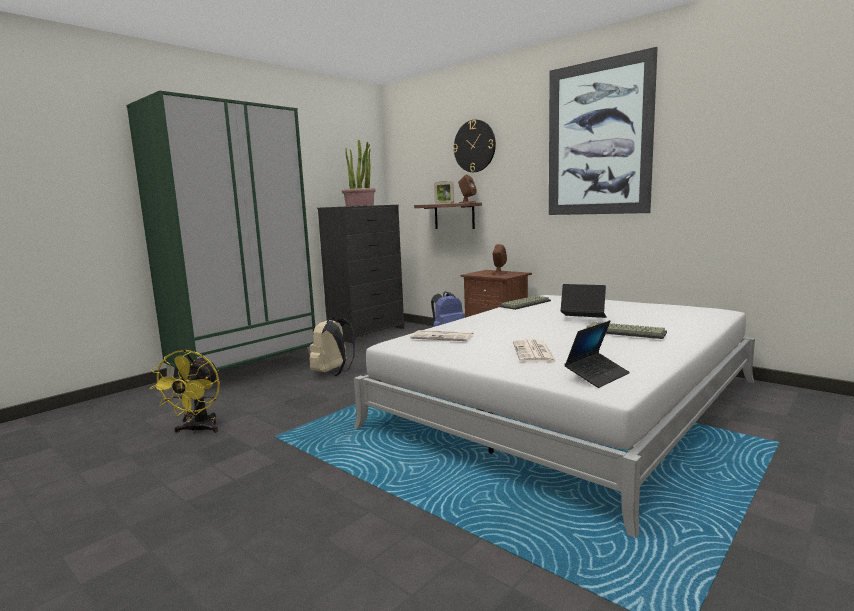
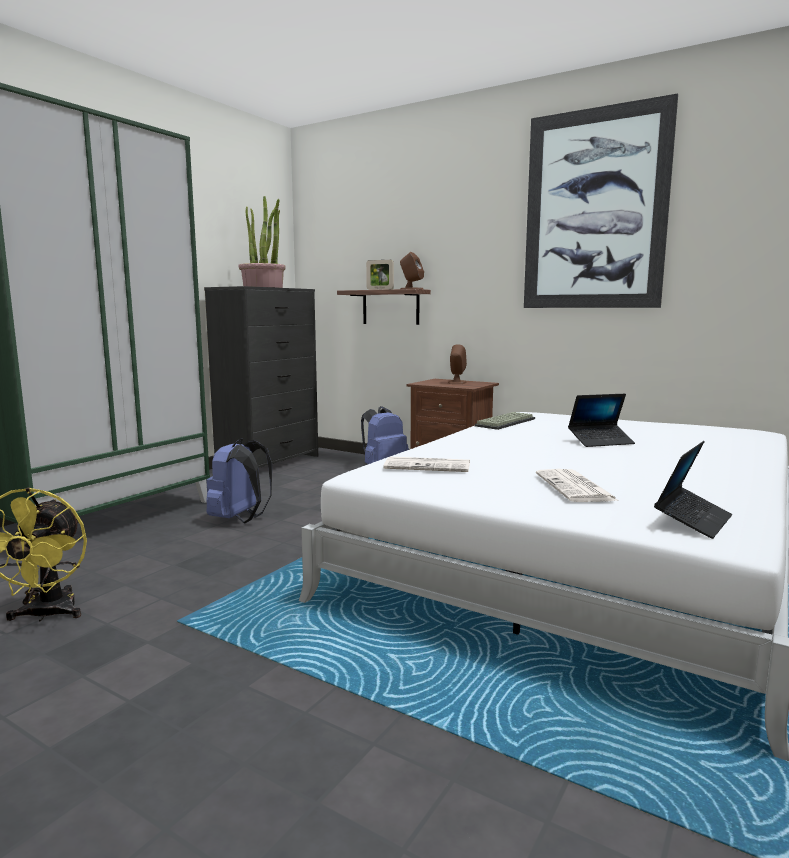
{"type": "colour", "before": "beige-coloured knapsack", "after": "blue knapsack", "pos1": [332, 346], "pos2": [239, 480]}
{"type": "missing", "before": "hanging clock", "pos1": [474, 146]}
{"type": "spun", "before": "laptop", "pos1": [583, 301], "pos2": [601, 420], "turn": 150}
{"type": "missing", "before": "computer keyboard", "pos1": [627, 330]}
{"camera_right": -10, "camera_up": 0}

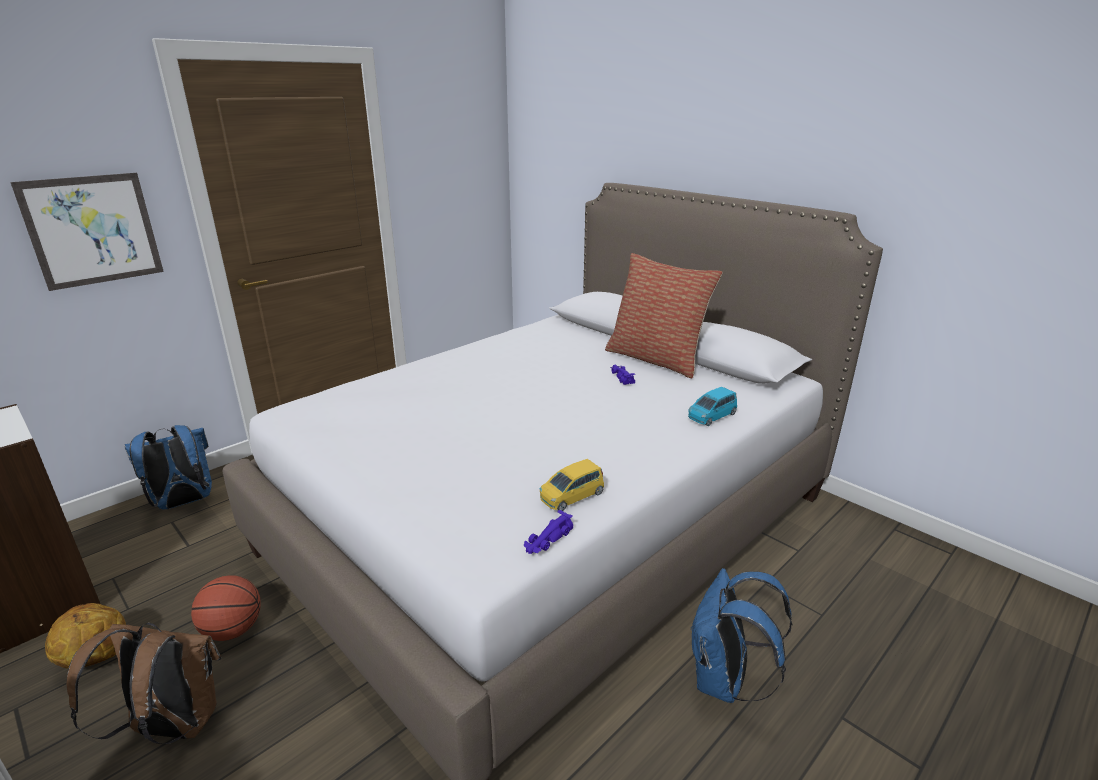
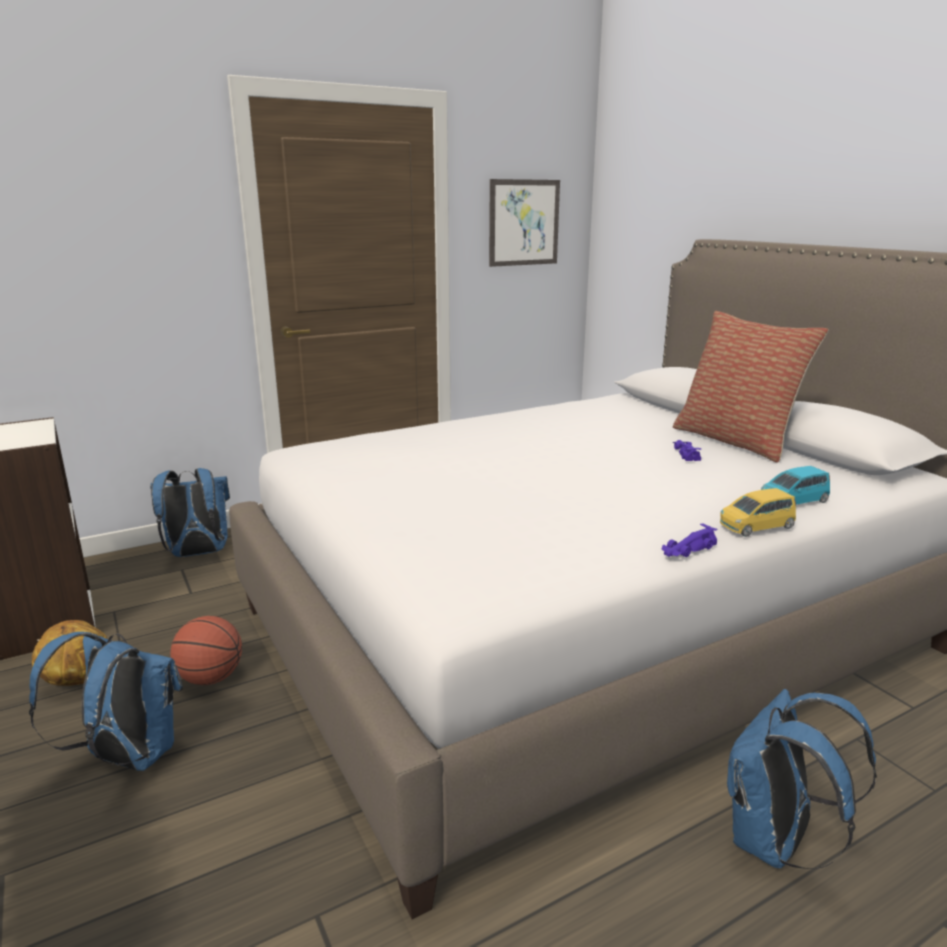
{"type": "relocated", "before": "picture", "pos1": [87, 232], "pos2": [524, 223]}
{"type": "colour", "before": "brown knapsack", "after": "blue knapsack", "pos1": [143, 683], "pos2": [106, 701]}
{"type": "relocated", "before": "purplish miniature car", "pos1": [548, 532], "pos2": [690, 540]}
{"type": "relocated", "before": "yellowish miniature car", "pos1": [572, 485], "pos2": [758, 512]}
{"camera_right": 15, "camera_up": -5}

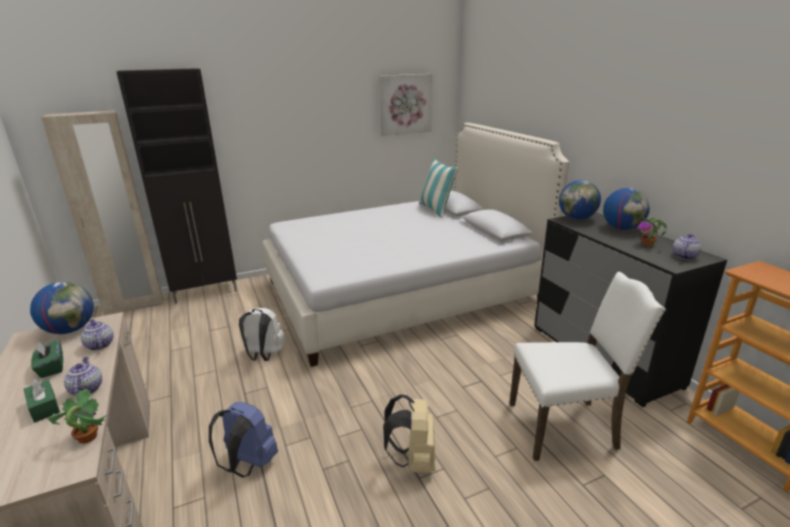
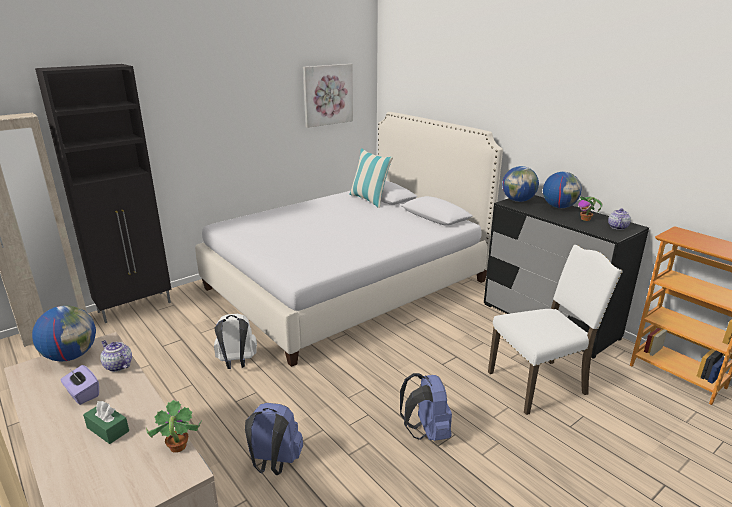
{"type": "colour", "before": "green tissue box", "after": "purplish tissue box", "pos1": [47, 359], "pos2": [79, 385]}
{"type": "missing", "before": "pot for tea", "pos1": [83, 377]}
{"type": "colour", "before": "beige-coloured knapsack", "after": "blue knapsack", "pos1": [409, 433], "pos2": [426, 407]}
{"camera_right": -15, "camera_up": 0}

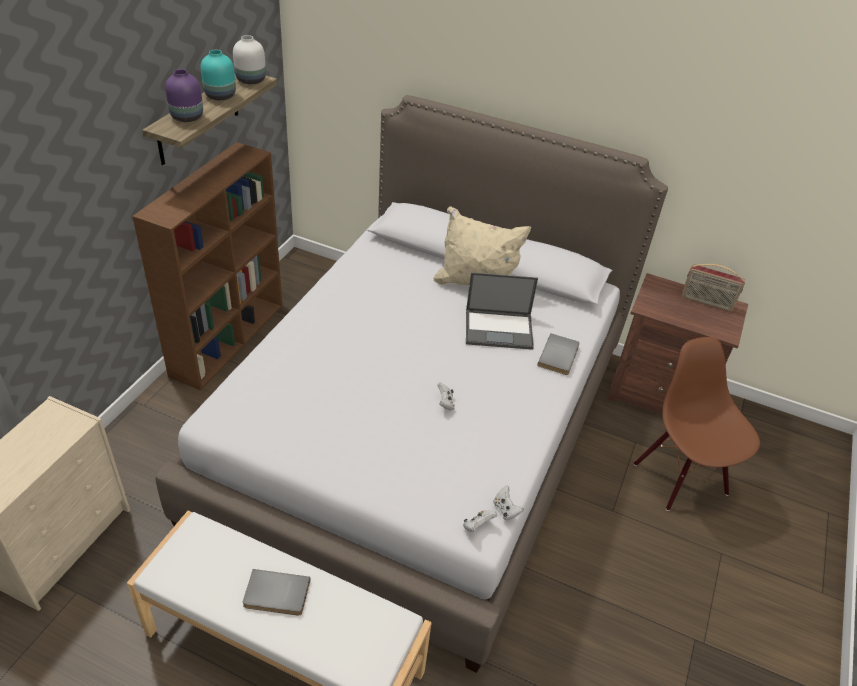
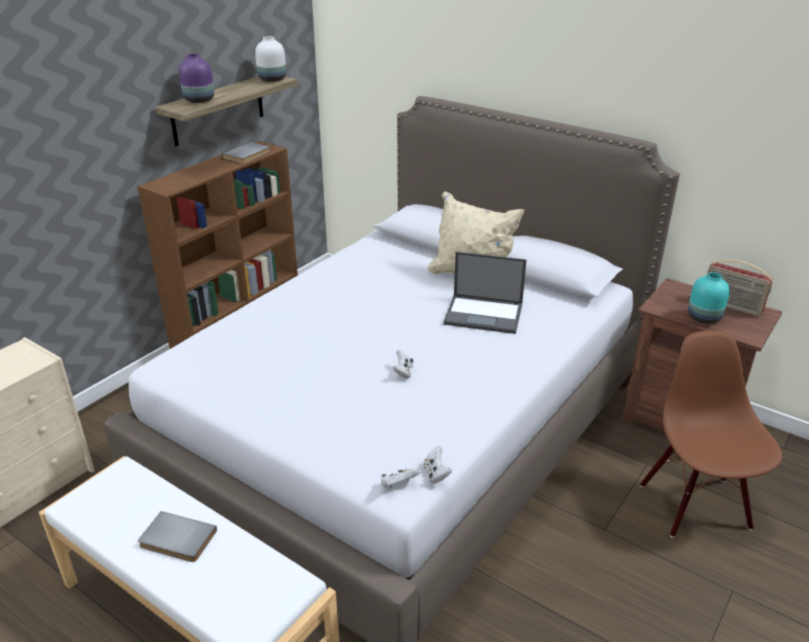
{"type": "relocated", "before": "turquoise-coloured vase", "pos1": [218, 75], "pos2": [709, 298]}
{"type": "relocated", "before": "gray bound book", "pos1": [558, 354], "pos2": [246, 152]}
{"camera_right": 15, "camera_up": -10}

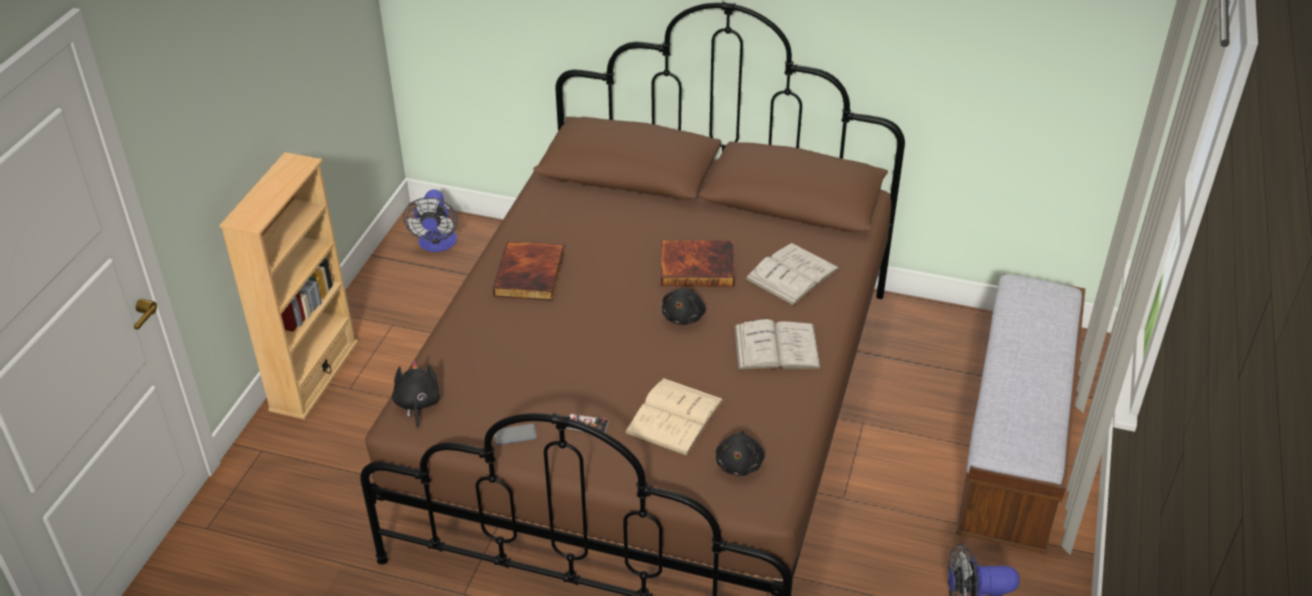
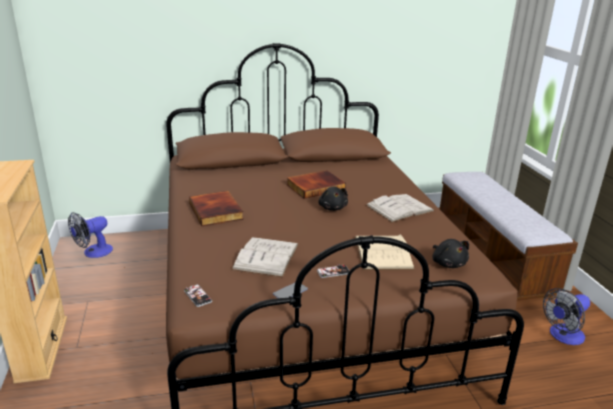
{"type": "exchanged", "before": "black-coloured cuddly toy", "after": "telephone", "pos1": [416, 394], "pos2": [198, 295]}
{"type": "spun", "before": "electric fan", "pos1": [430, 220], "pos2": [90, 235], "turn": 75}
{"type": "relocated", "before": "white bound book", "pos1": [792, 274], "pos2": [265, 257]}
{"camera_right": -30, "camera_up": -15}

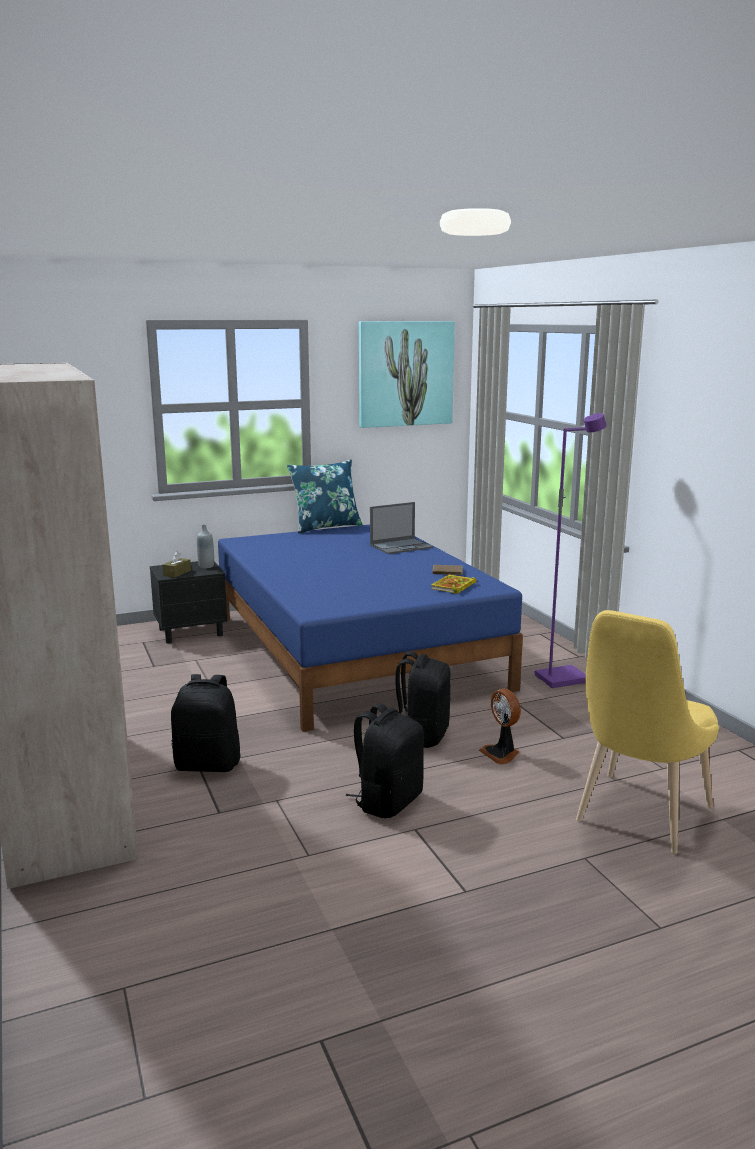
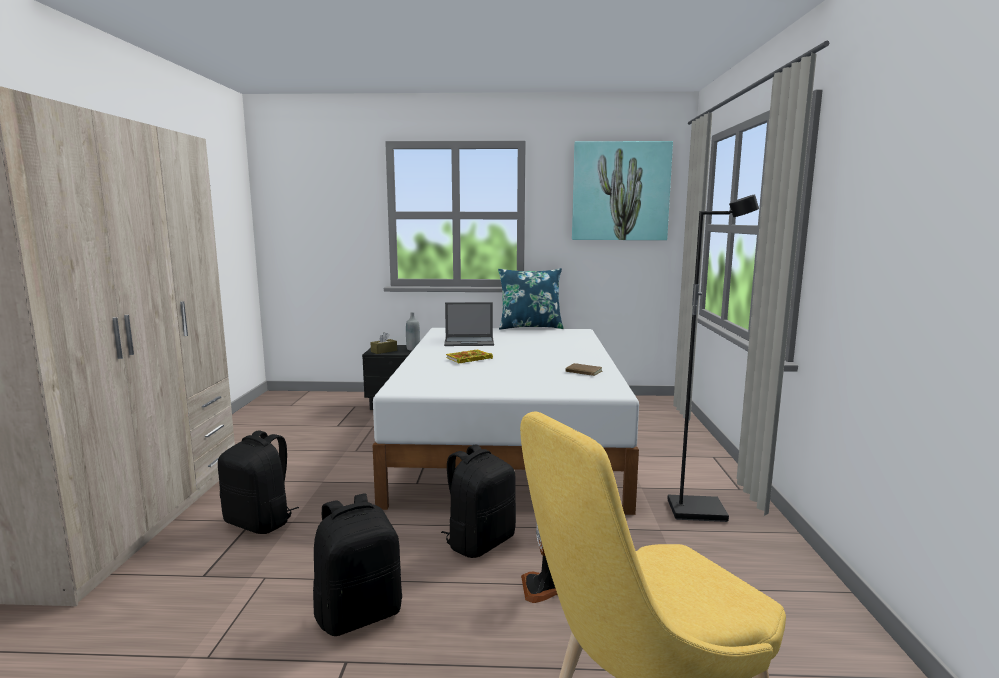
{"type": "colour", "before": "blue sleeping bed", "after": "white sleeping bed", "pos1": [370, 628], "pos2": [506, 421]}
{"type": "relocated", "before": "laptop", "pos1": [401, 528], "pos2": [469, 324]}
{"type": "relocated", "before": "bound book", "pos1": [454, 584], "pos2": [469, 357]}
{"type": "colour", "before": "purplish standard lamp", "after": "black-coloured standard lamp", "pos1": [570, 550], "pos2": [713, 358]}
{"camera_right": 25, "camera_up": -5}

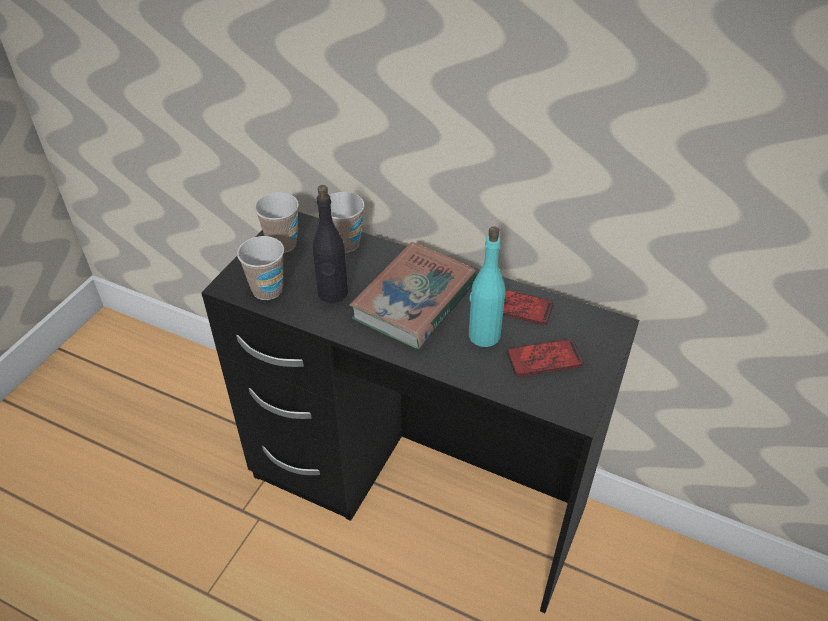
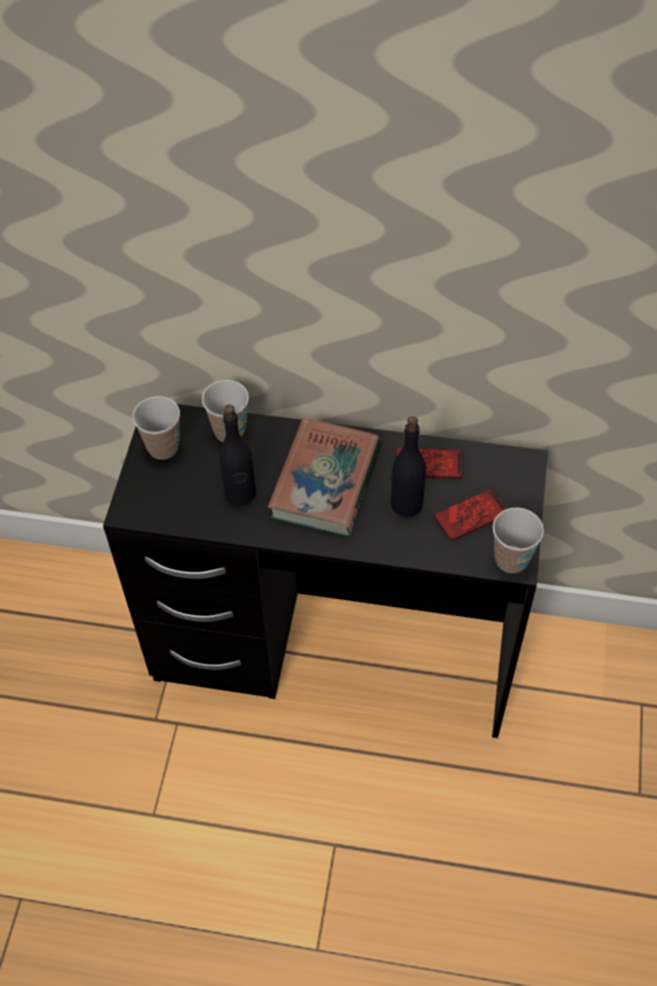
{"type": "relocated", "before": "cup", "pos1": [260, 268], "pos2": [518, 540]}
{"type": "colour", "before": "turquoise-coloured bottle", "after": "black-coloured bottle", "pos1": [487, 287], "pos2": [408, 467]}
{"camera_right": -15, "camera_up": 10}

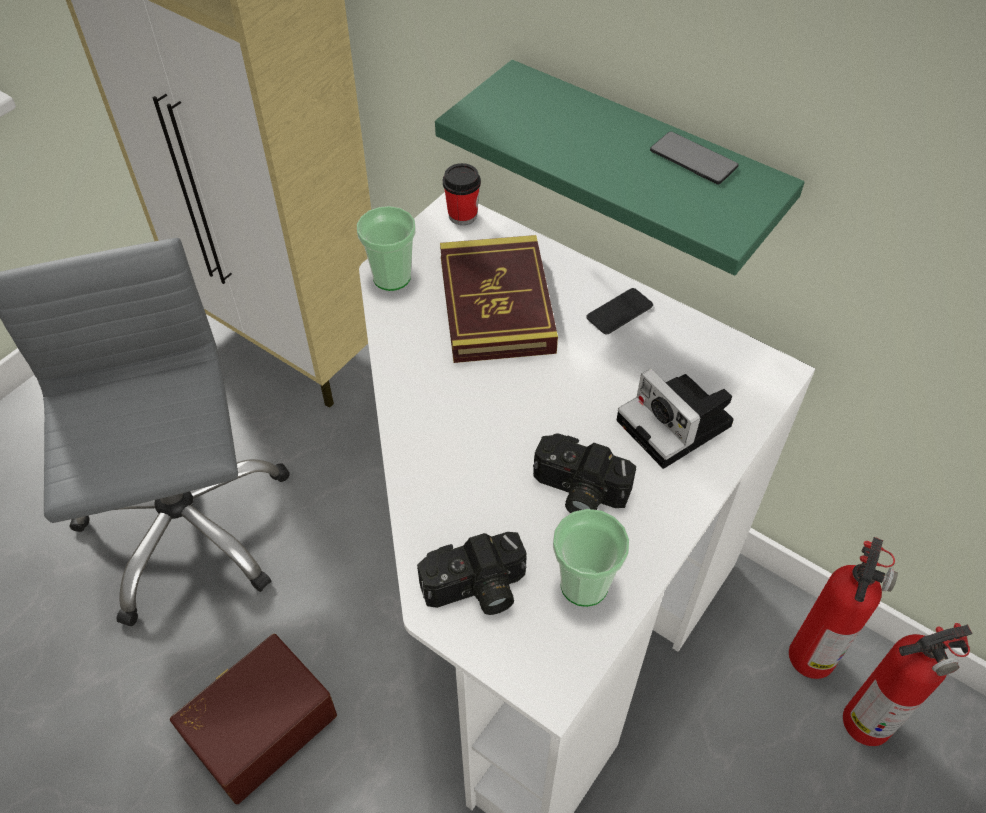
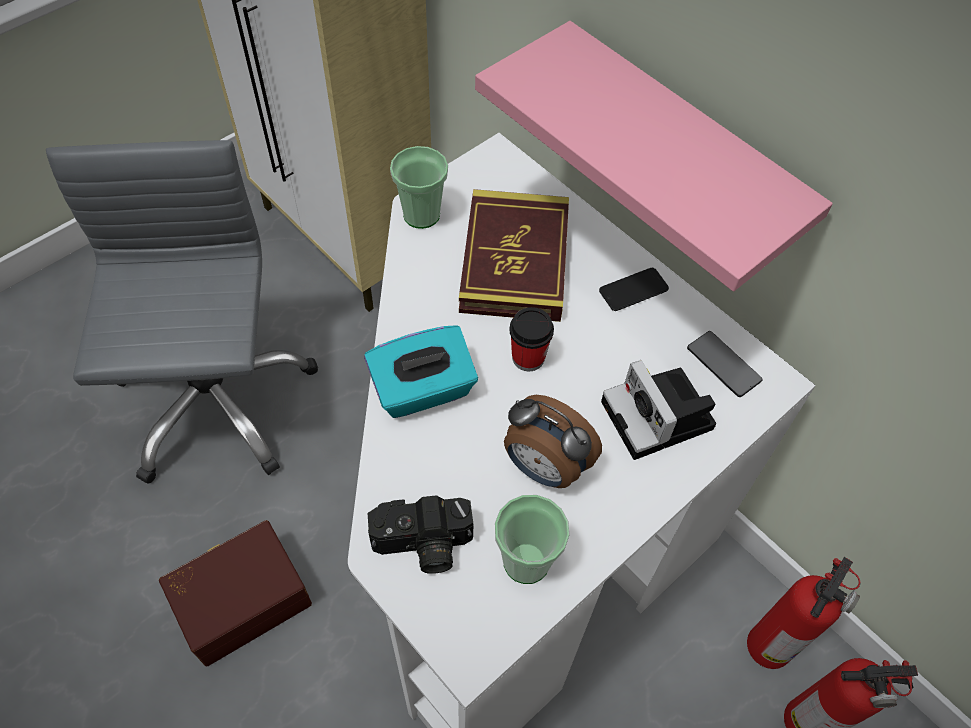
{"type": "colour", "before": "green shelf", "after": "pink-coloured shelf", "pos1": [620, 167], "pos2": [654, 156]}
{"type": "relocated", "before": "cup", "pos1": [462, 194], "pos2": [531, 339]}
{"type": "exchanged", "before": "photo camera", "after": "bedside clock", "pos1": [584, 473], "pos2": [553, 441]}
{"type": "relocated", "before": "telephone", "pos1": [694, 157], "pos2": [724, 364]}
{"type": "appeared", "after": "turquoise-coloured tissue box", "pos2": [421, 371]}
{"camera_right": 10, "camera_up": 5}

